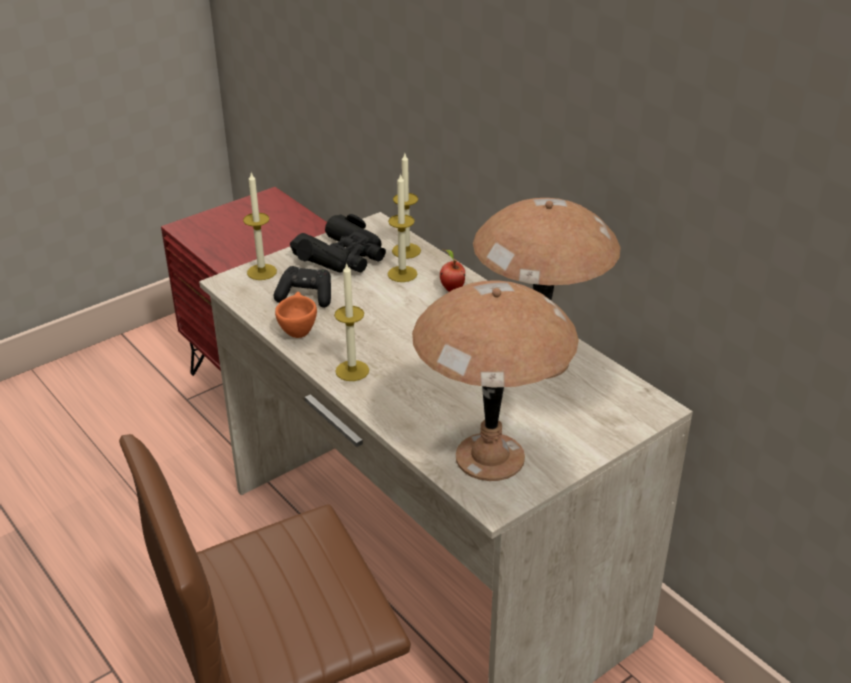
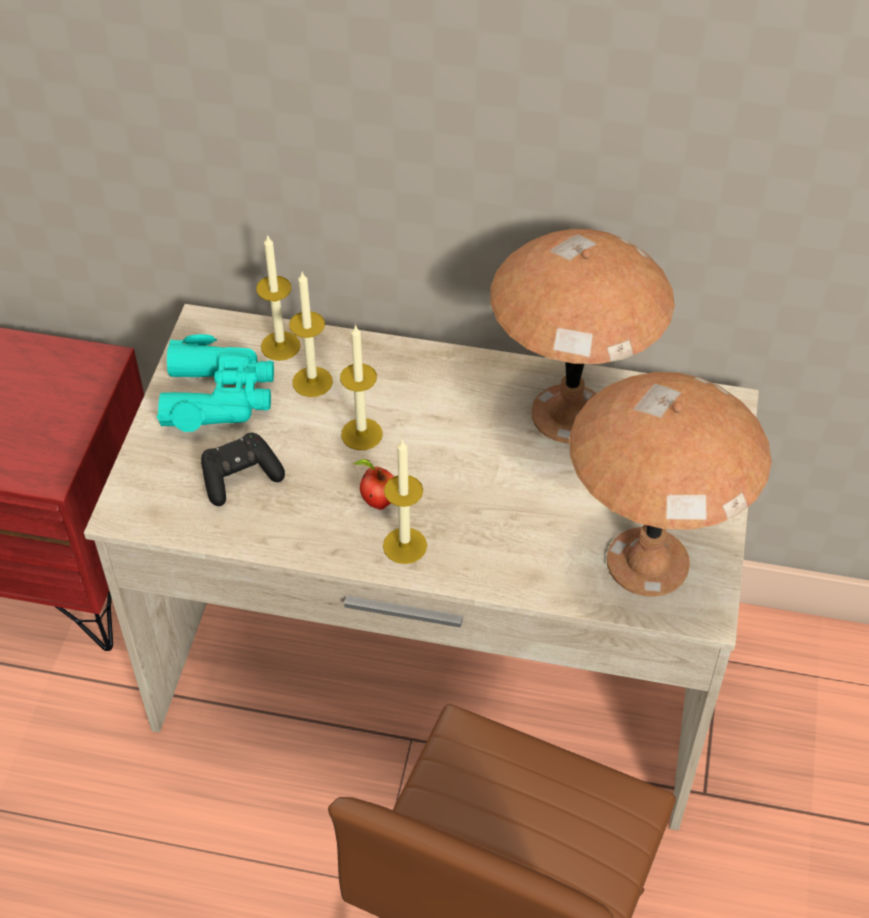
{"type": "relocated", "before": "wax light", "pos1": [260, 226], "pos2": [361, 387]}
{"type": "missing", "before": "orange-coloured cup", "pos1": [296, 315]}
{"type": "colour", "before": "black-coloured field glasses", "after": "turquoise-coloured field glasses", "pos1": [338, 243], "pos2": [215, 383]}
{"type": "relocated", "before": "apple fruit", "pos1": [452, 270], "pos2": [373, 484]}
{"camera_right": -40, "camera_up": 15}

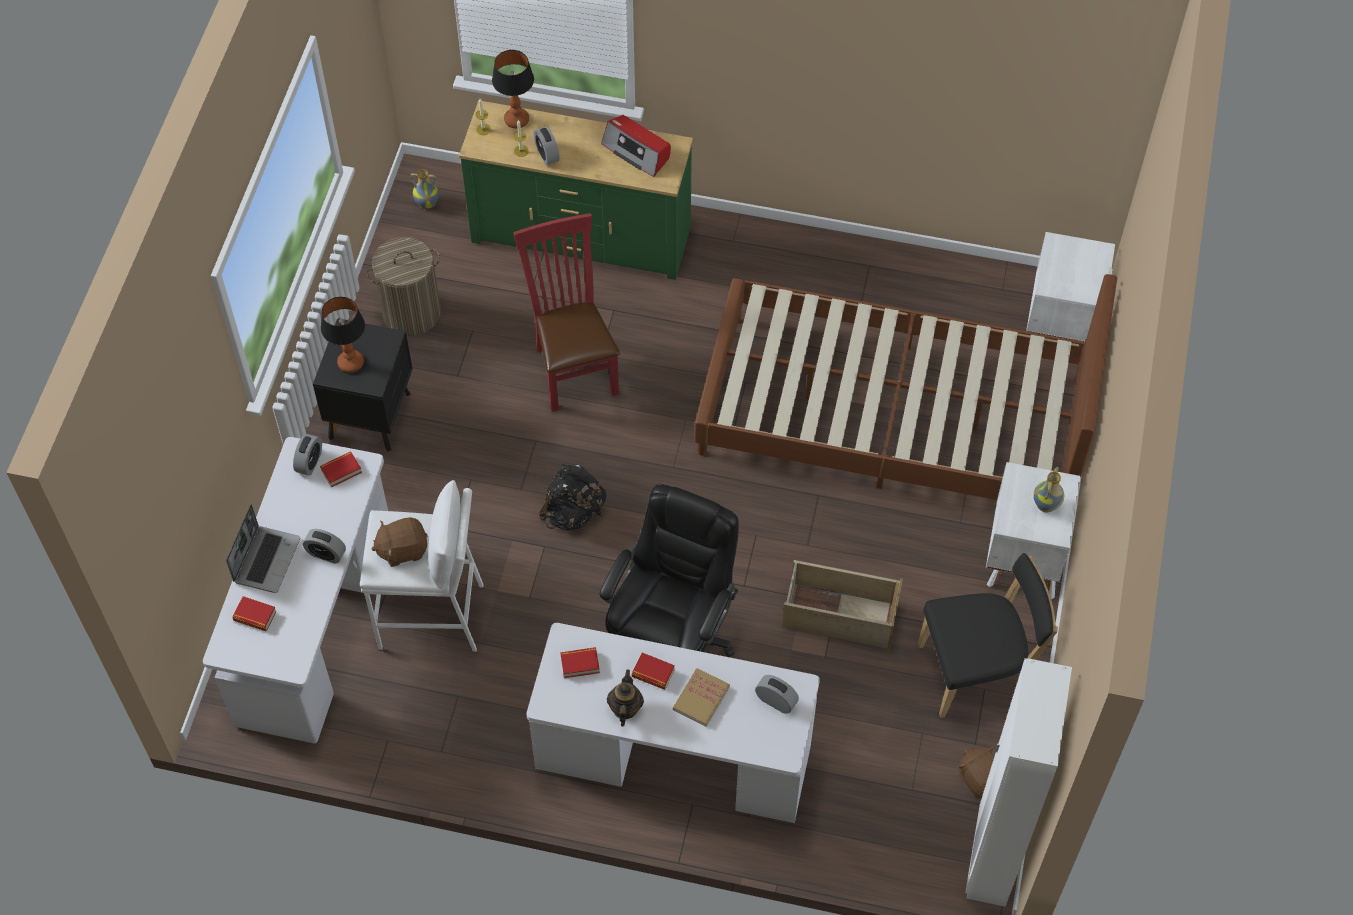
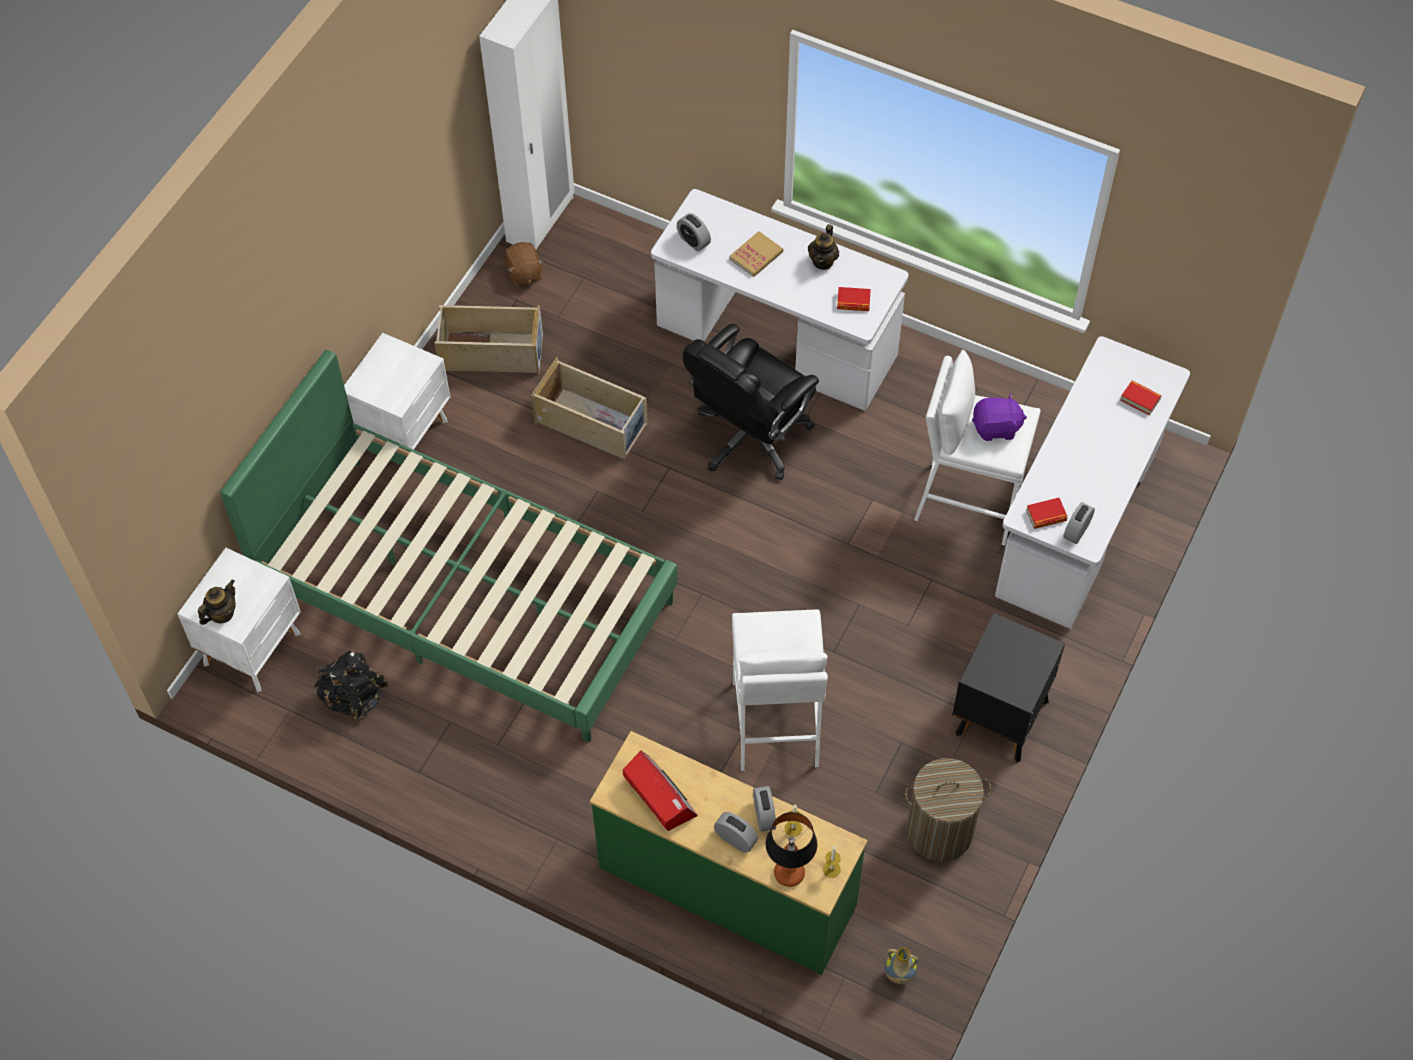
{"type": "missing", "before": "laptop", "pos1": [263, 549]}
{"type": "relocated", "before": "bedside clock", "pos1": [324, 546], "pos2": [736, 832]}
{"type": "missing", "before": "tabletop lamp", "pos1": [343, 335]}
{"type": "colour", "before": "brown cuddly toy", "after": "purplish cuddly toy", "pos1": [399, 542], "pos2": [999, 417]}
{"type": "exchanged", "before": "red-coloured upright chair", "after": "white stool", "pos1": [566, 312], "pos2": [780, 690]}
{"type": "relocated", "before": "black-coloured knapsack", "pos1": [572, 497], "pos2": [351, 686]}
{"type": "missing", "before": "bound book", "pos1": [653, 671]}
{"type": "colour", "before": "brown sleeping bed", "after": "green sleeping bed", "pos1": [906, 387], "pos2": [449, 546]}
{"type": "exchanged", "before": "black-coloured upright chair", "after": "beige-coloured storage box", "pos1": [988, 635], "pos2": [489, 340]}
{"type": "missing", "before": "vase", "pos1": [1048, 490]}
{"type": "appeared", "after": "pot for tea", "pos2": [217, 602]}
{"camera_right": -165, "camera_up": 0}

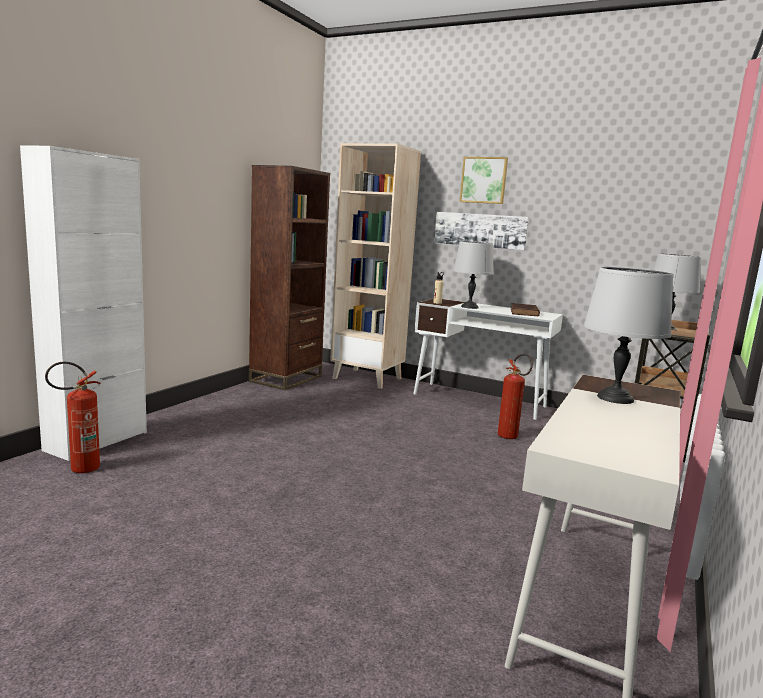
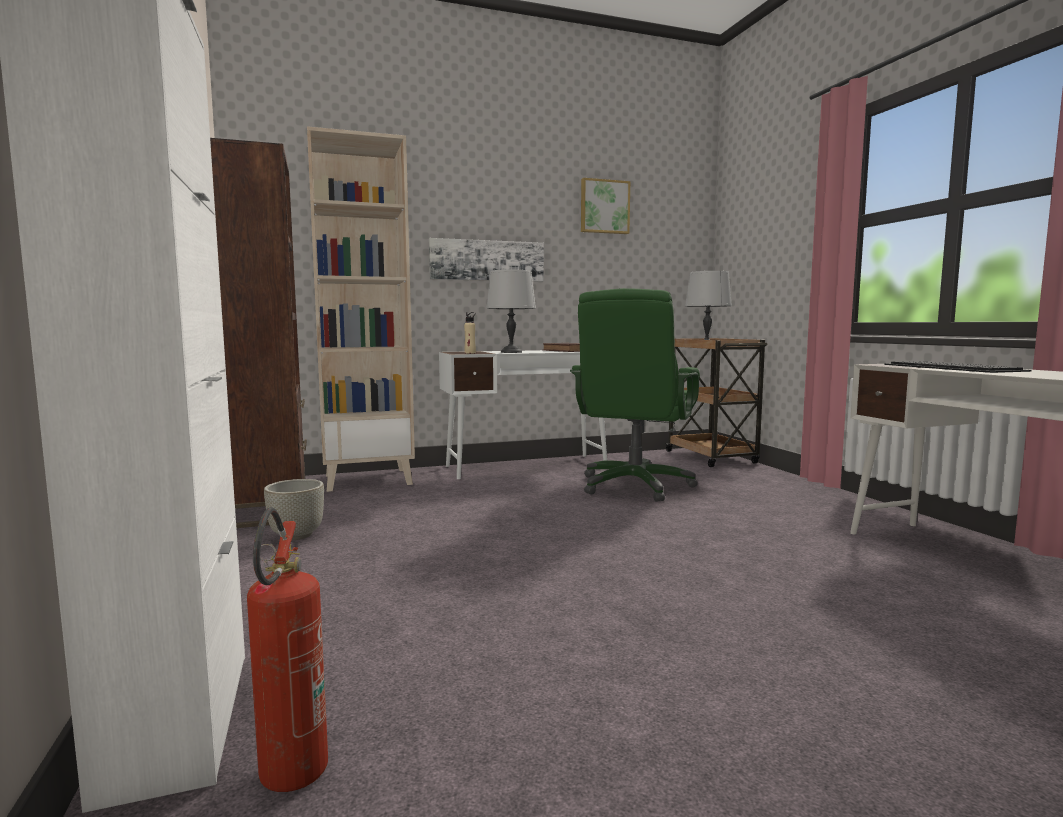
{"type": "relocated", "before": "picture", "pos1": [484, 180], "pos2": [605, 206]}
{"type": "exchanged", "before": "extinguisher", "after": "green office chair", "pos1": [515, 396], "pos2": [635, 395]}
{"type": "exchanged", "before": "gray tabletop lamp", "after": "computer keyboard", "pos1": [629, 335], "pos2": [957, 367]}
{"type": "appeared", "after": "gray planter", "pos2": [294, 509]}
{"camera_right": -45, "camera_up": -5}

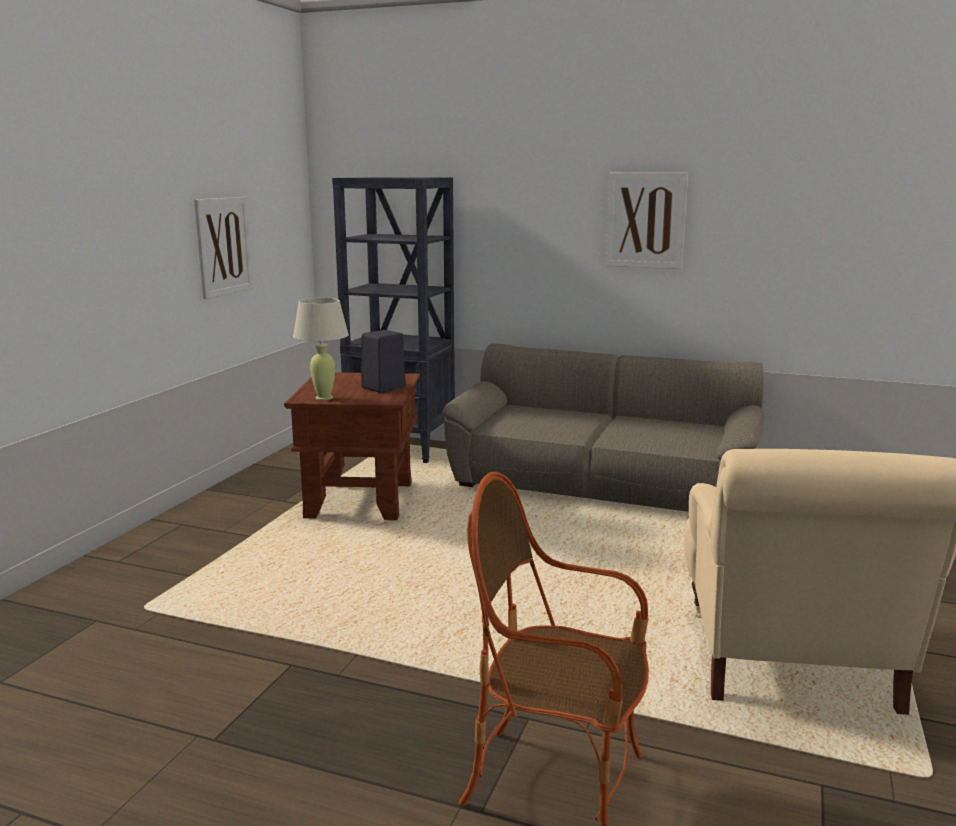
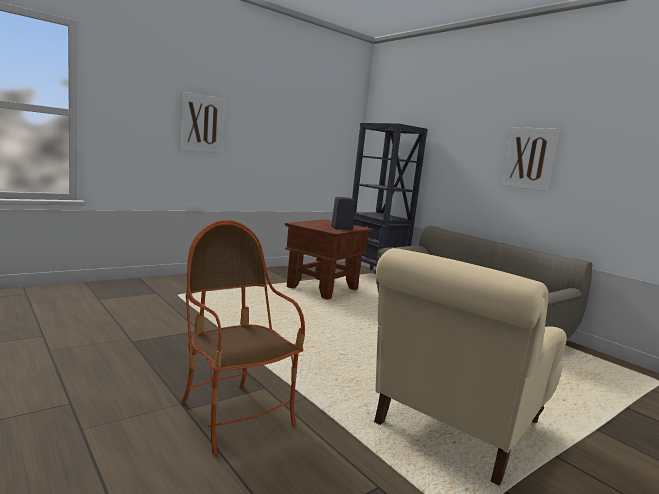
{"type": "relocated", "before": "picture", "pos1": [223, 248], "pos2": [202, 122]}
{"type": "missing", "before": "beige-coloured tabletop lamp", "pos1": [321, 349]}
{"camera_right": 30, "camera_up": -5}

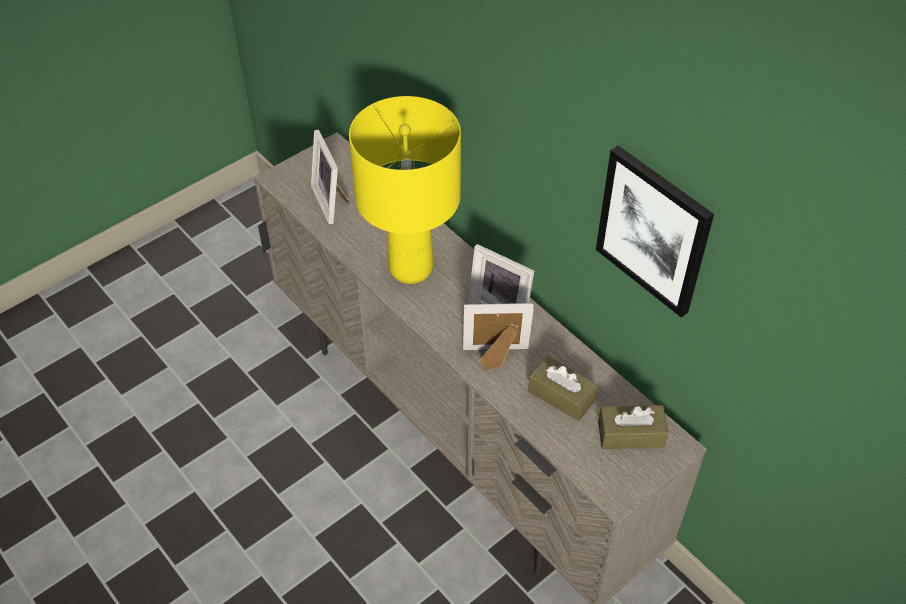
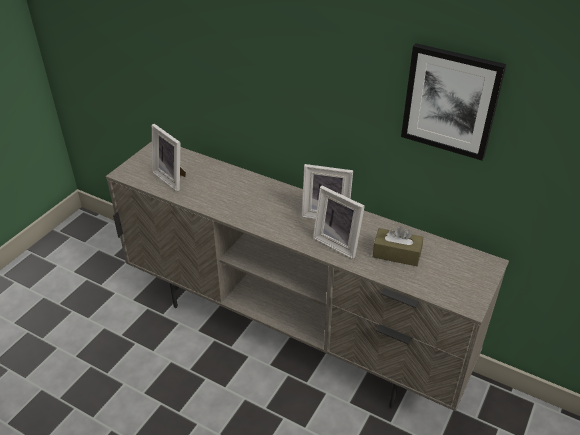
{"type": "missing", "before": "yellowish tabletop lamp", "pos1": [405, 190]}
{"type": "spun", "before": "standing frame", "pos1": [498, 336], "pos2": [339, 222], "turn": -120}
{"type": "missing", "before": "brown tissue box", "pos1": [633, 427]}
{"camera_right": -20, "camera_up": -10}

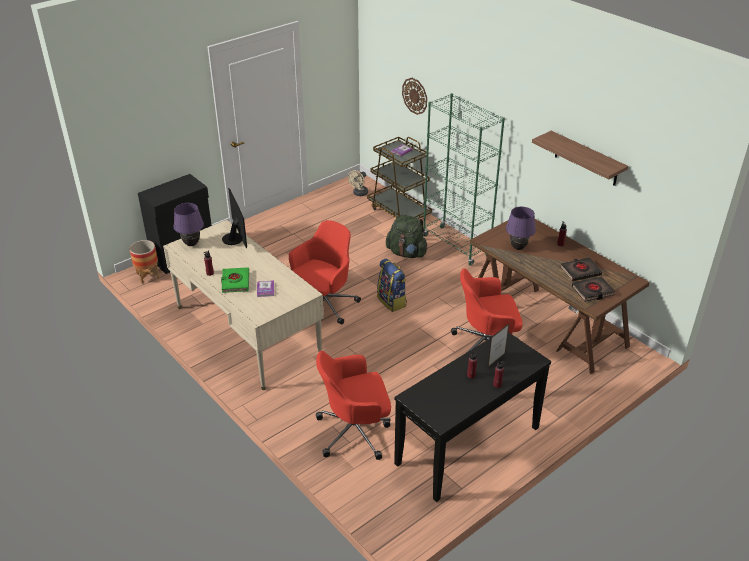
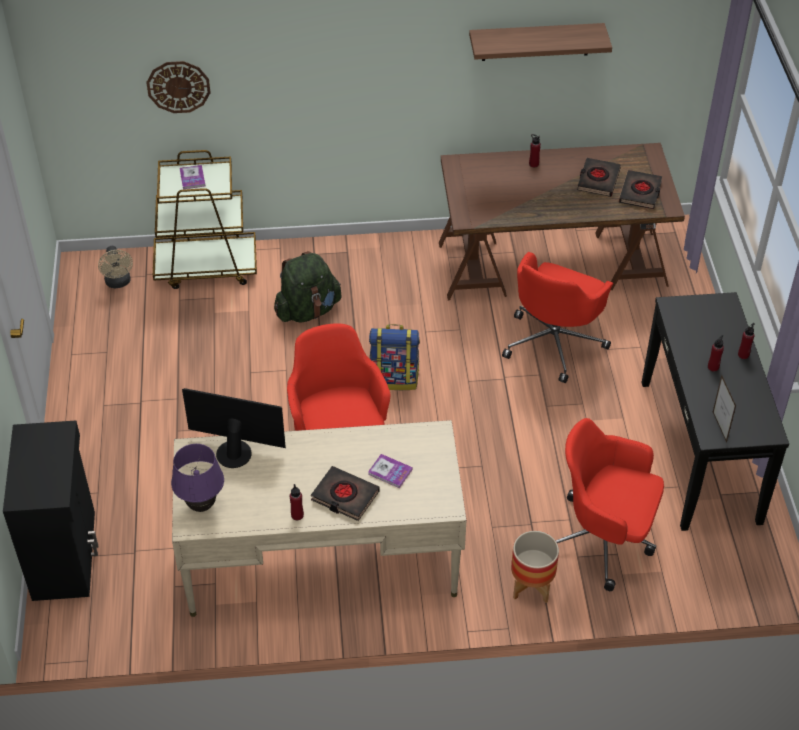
{"type": "relocated", "before": "planter", "pos1": [145, 262], "pos2": [535, 567]}
{"type": "colour", "before": "green bound book", "after": "black-coloured bound book", "pos1": [235, 280], "pos2": [345, 493]}
{"type": "spun", "before": "red-coloured office chair", "pos1": [353, 405], "pos2": [610, 504], "turn": 90}
{"type": "missing", "before": "green bookshelf", "pos1": [464, 179]}
{"type": "relocated", "before": "standing frame", "pos1": [498, 346], "pos2": [724, 409]}
{"type": "missing", "before": "purplish tabletop lamp", "pos1": [521, 228]}
{"camera_right": -55, "camera_up": 10}

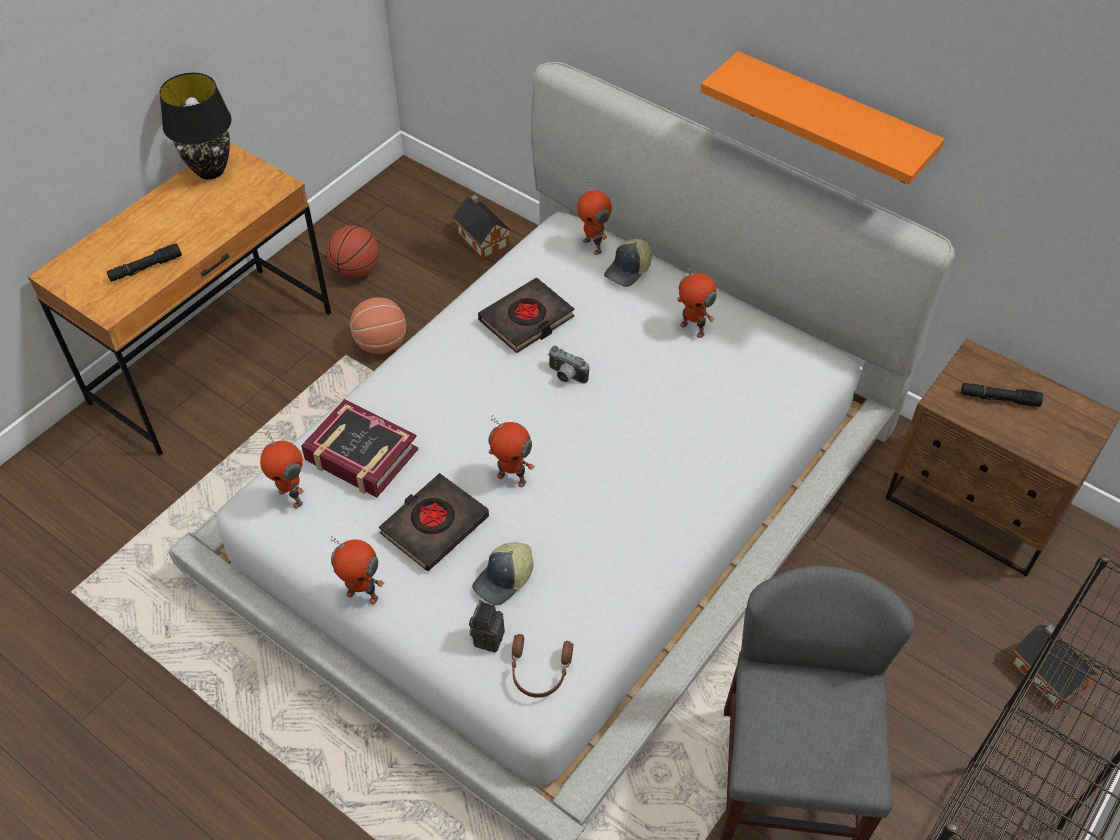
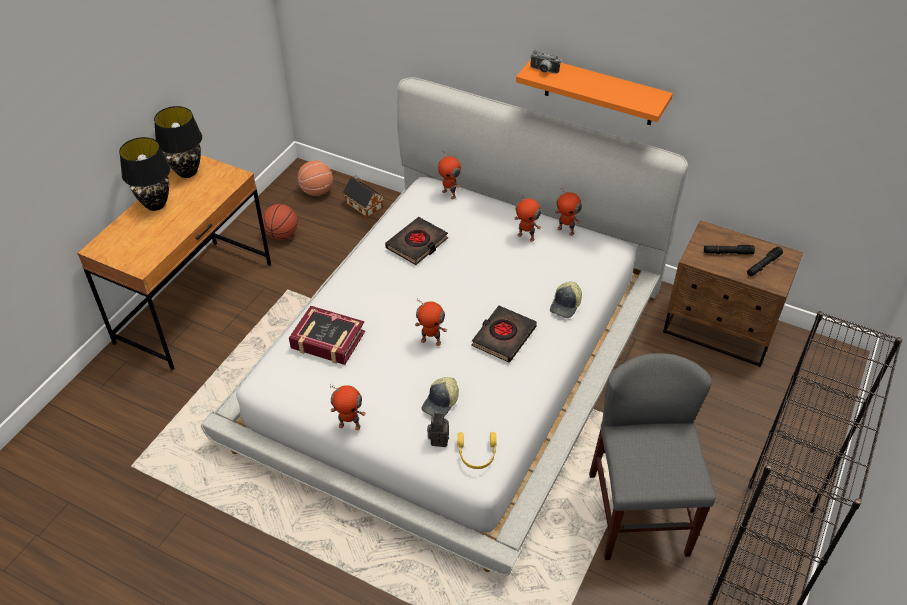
{"type": "relocated", "before": "black-coloured flashlight", "pos1": [144, 262], "pos2": [765, 261]}
{"type": "relocated", "before": "toy robot", "pos1": [282, 469], "pos2": [568, 211]}
{"type": "relocated", "before": "basketball ball", "pos1": [378, 325], "pos2": [315, 178]}
{"type": "relocated", "before": "black-coloured bound book", "pos1": [434, 522], "pos2": [504, 333]}
{"type": "colour", "before": "brown pair of headphones", "after": "yellowish pair of headphones", "pos1": [542, 666], "pos2": [477, 450]}
{"type": "relocated", "before": "photo camera", "pos1": [568, 364], "pos2": [545, 62]}
{"type": "relocated", "before": "cap", "pos1": [628, 263], "pos2": [566, 300]}
{"type": "missing", "before": "model house", "pos1": [1054, 667]}
{"type": "appeared", "after": "black-coloured tabletop lamp", "pos2": [144, 174]}
{"camera_right": -10, "camera_up": -5}

